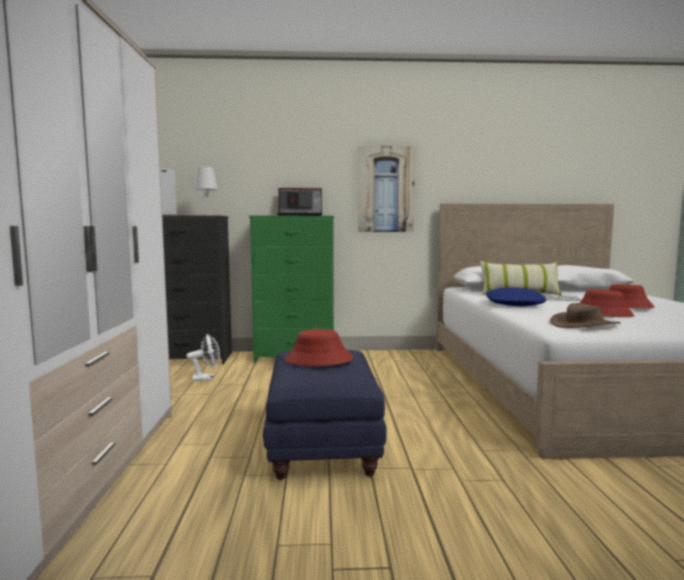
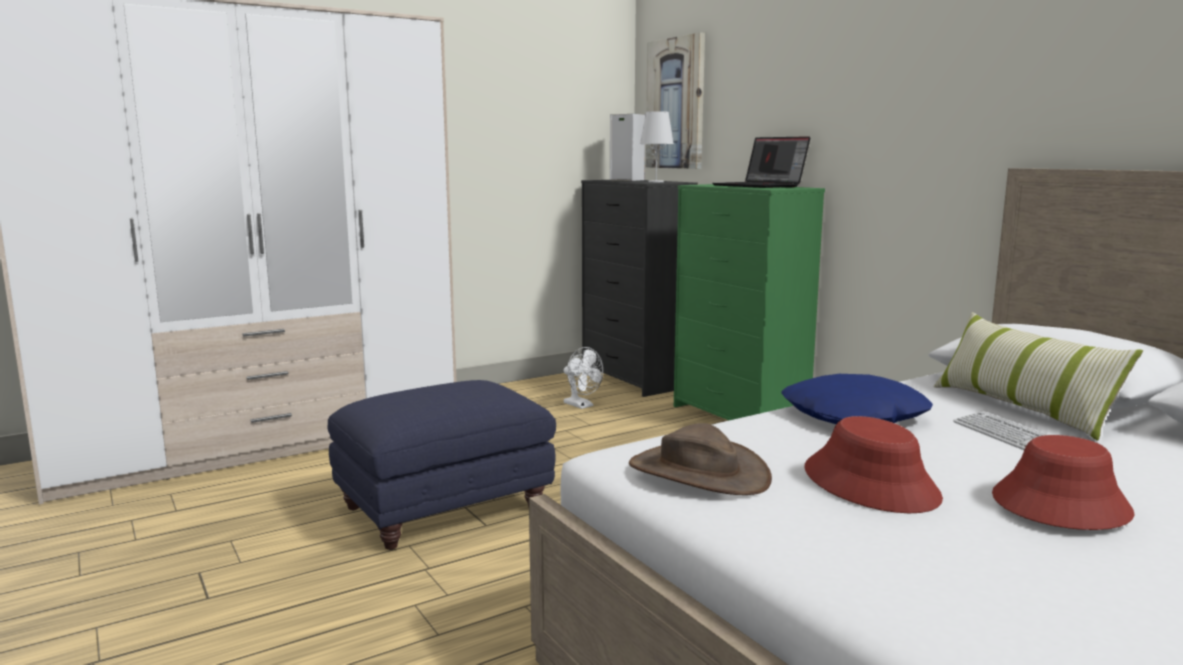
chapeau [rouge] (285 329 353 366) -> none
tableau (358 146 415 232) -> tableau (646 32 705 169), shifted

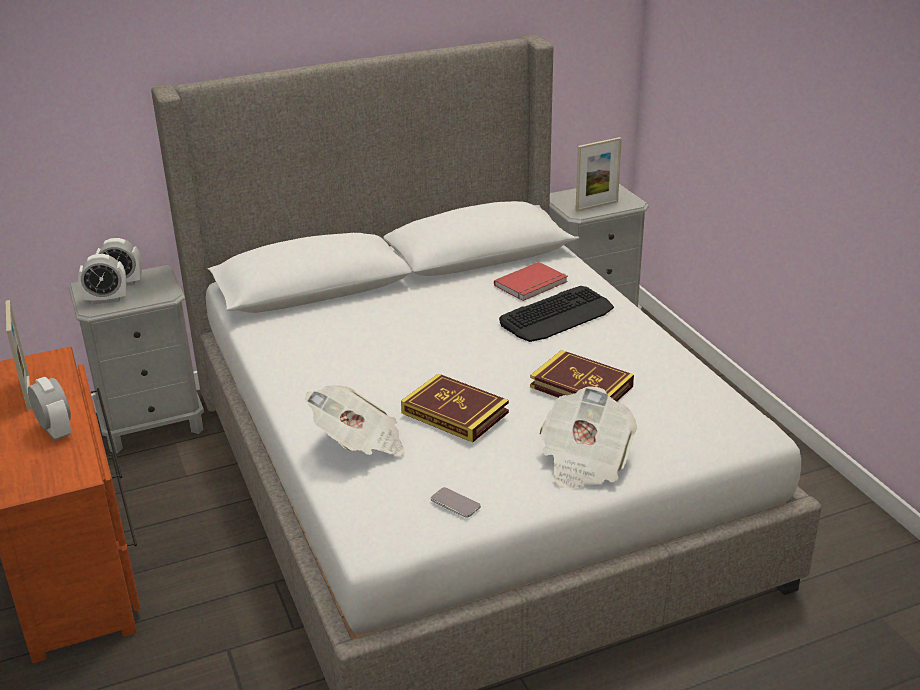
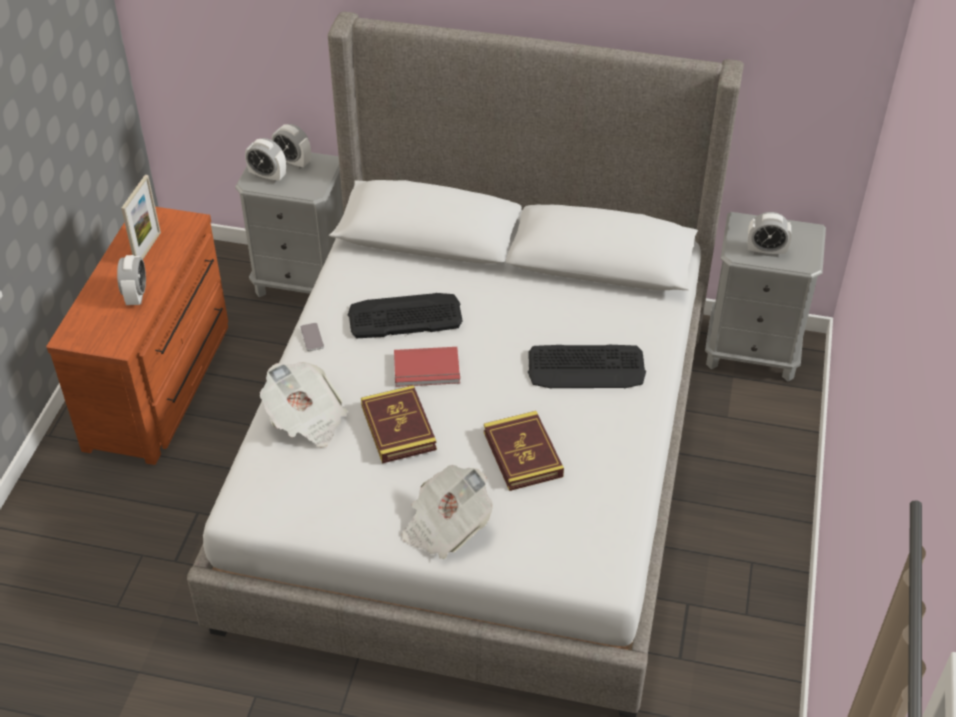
téléphone (430 487 481 518) -> téléphone (300 323 324 351), shifted
livre [rouge] (494 262 568 301) -> livre [rouge] (394 347 460 387), shifted
cadre photo (575 137 622 212) -> réveil (748 212 791 257)
none -> clavier (348 293 463 338)

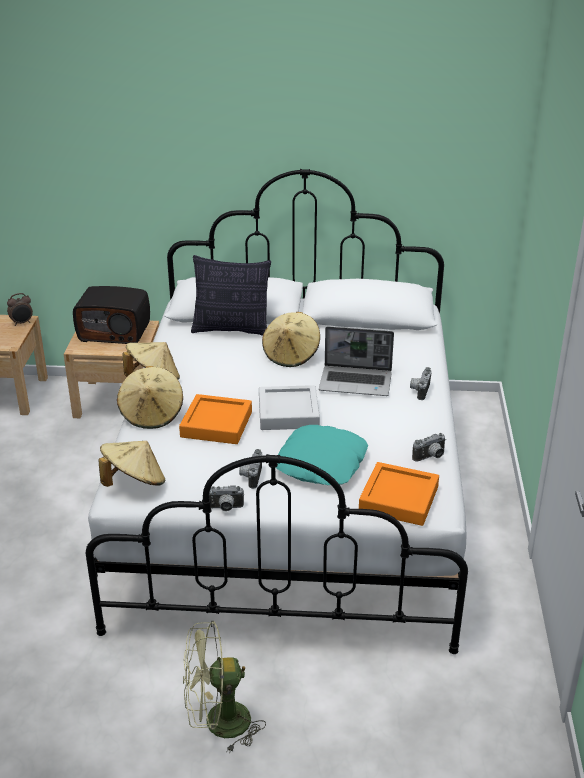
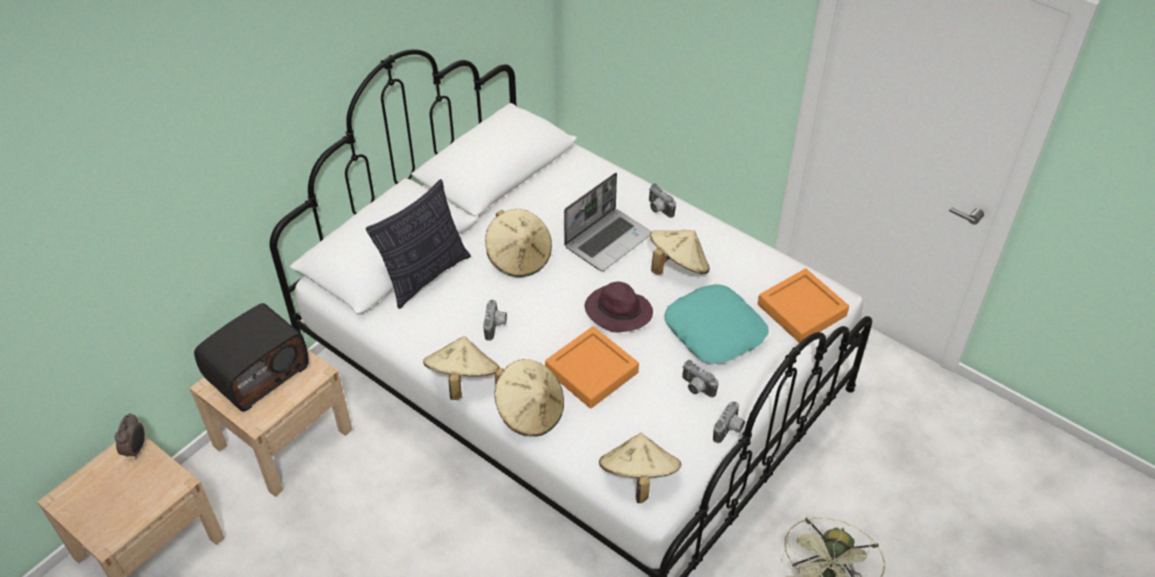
plateau [gris] (259 385 320 430) -> chapeau [violet] (585 281 653 333)
appareil photo (412 433 446 461) -> appareil photo (483 299 507 341), shifted
none -> chapeau [beige] (650 230 710 275)

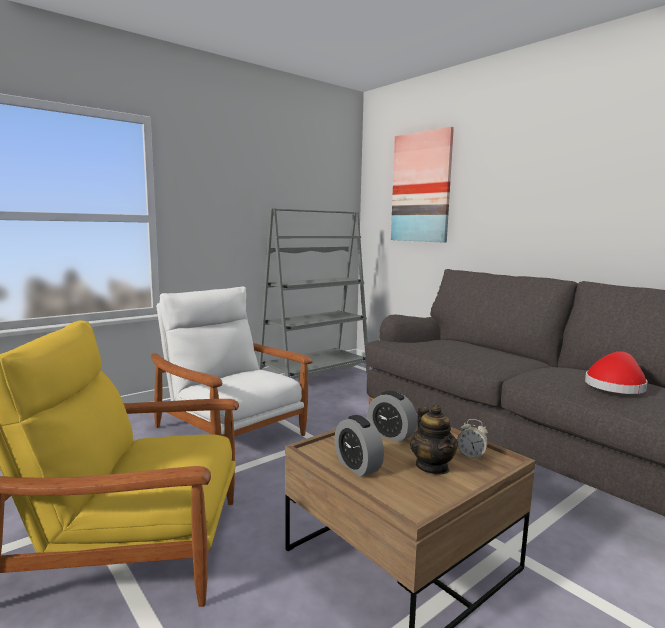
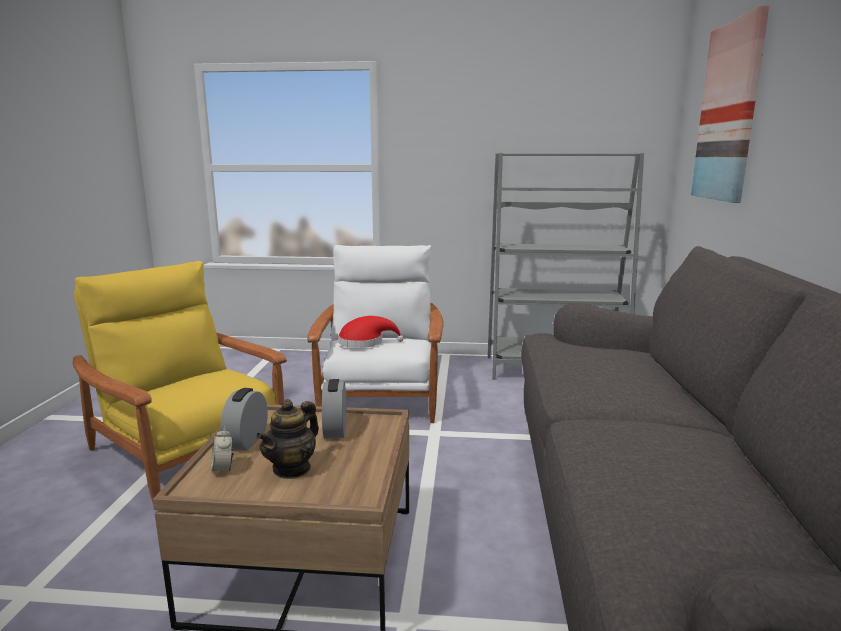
réveil (457 419 488 460) -> réveil (211 426 234 476), shifted
chapeau [rouge] (585 351 648 394) -> chapeau [rouge] (338 316 404 348), shifted

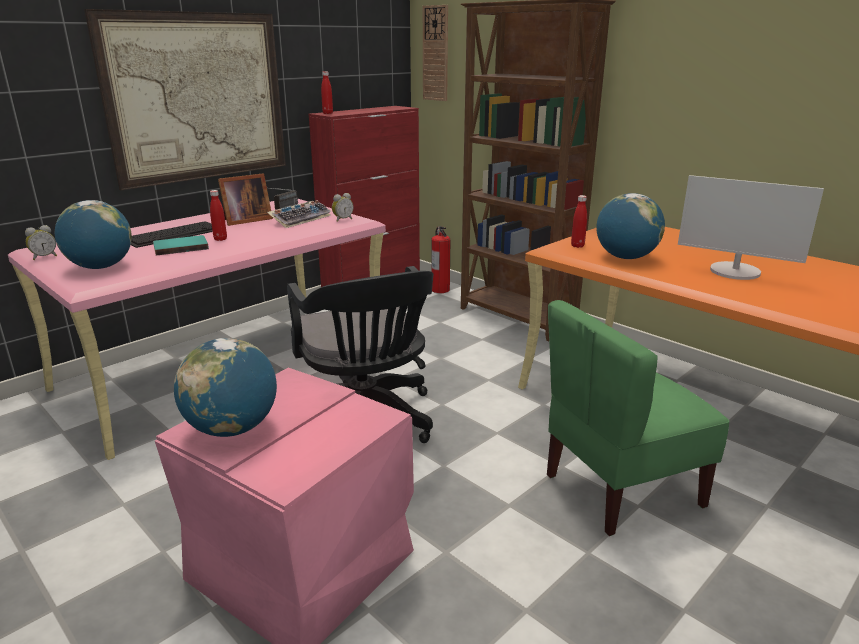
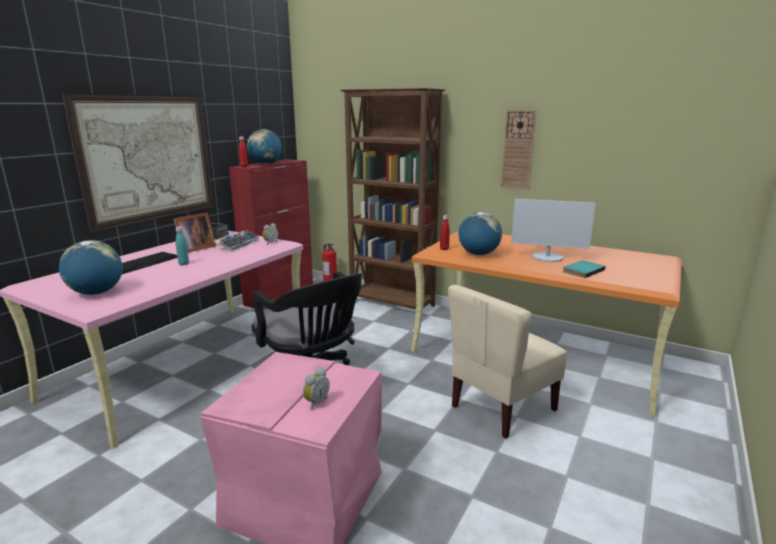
réveil (25 225 57 260) -> réveil (303 368 330 410), shifted
livre [turquoise] (153 235 209 256) -> livre [turquoise] (563 260 606 278), shifted
globe (174 338 277 437) -> globe (247 129 282 164), shifted
bouteille [rouge] (210 190 227 241) -> bouteille [turquoise] (176 227 189 265)
horloge murale (423 5 448 101) -> horloge murale (501 110 537 190), shifted
chaise [vert] (547 300 729 536) -> chaise [beige] (448 285 567 439)

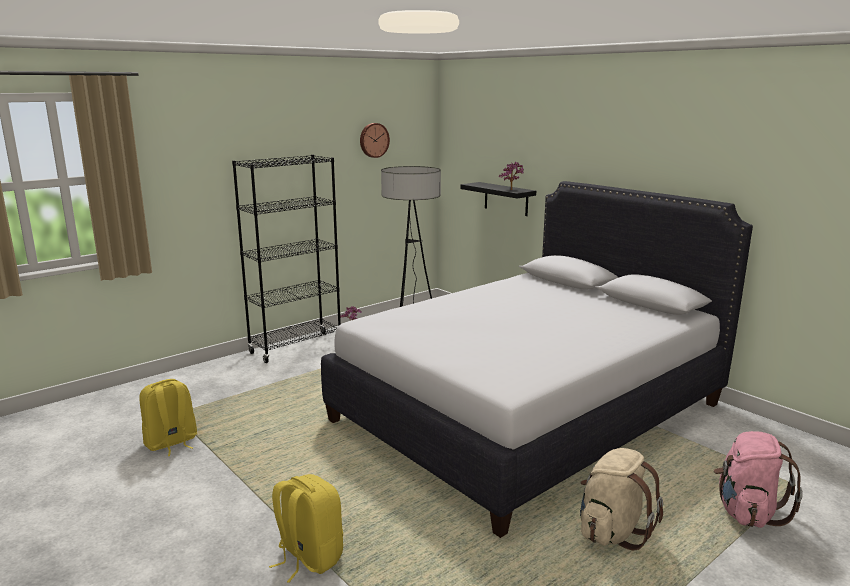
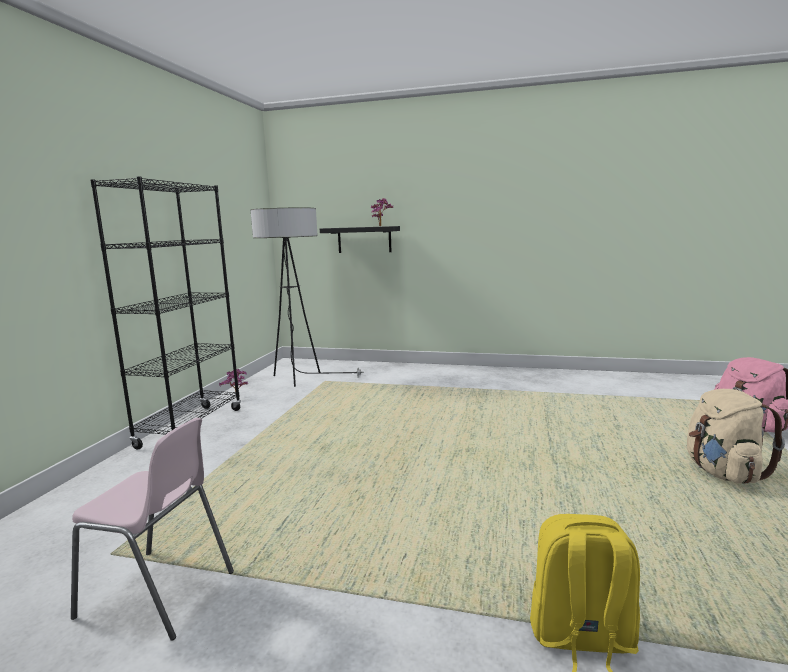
sac à dos [jaune] (139 379 197 456) -> chaise [rose] (71 418 234 641)
lit [blanc] (321 181 753 538) -> none
horloge murale (360 123 390 158) -> none

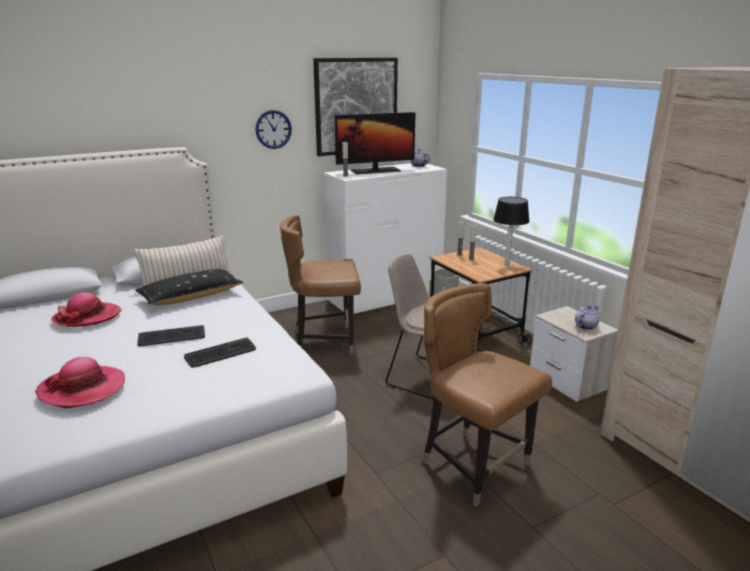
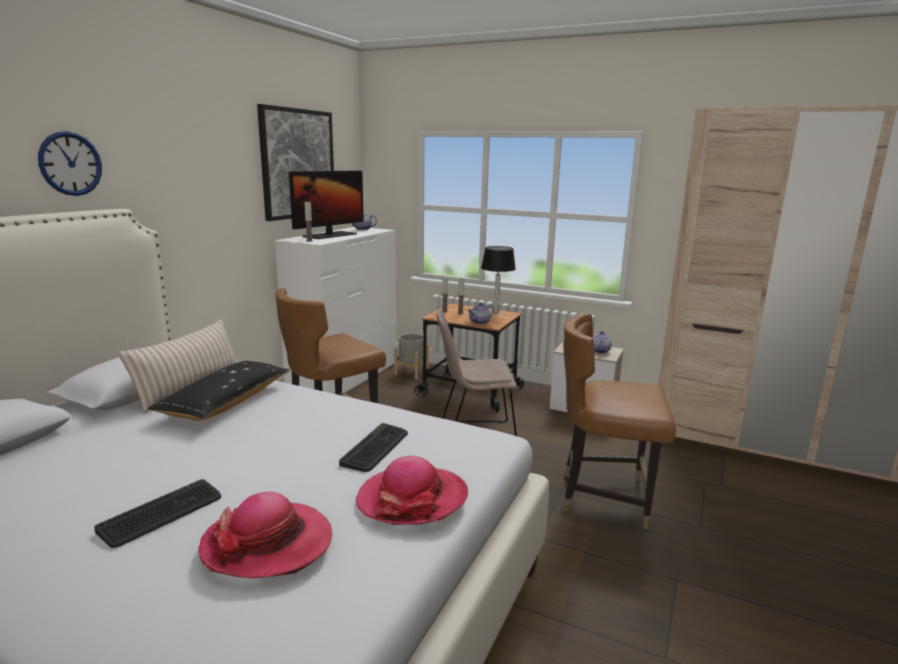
chapeau (51 292 121 327) -> chapeau (356 456 468 525), shifted
clavier (137 325 205 346) -> clavier (94 479 221 548), shifted
horloge murale (255 110 292 149) -> horloge murale (38 131 102 196), shifted
none -> théière (467 302 494 324)

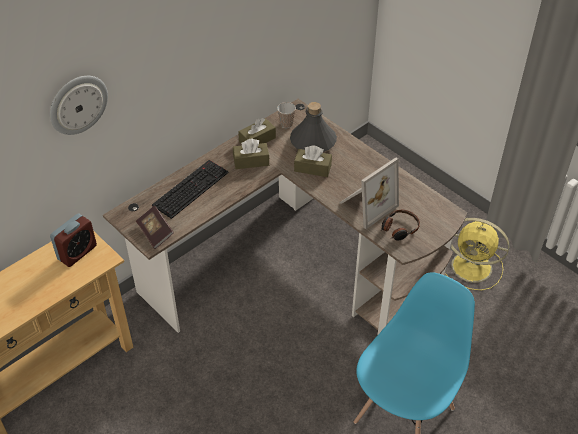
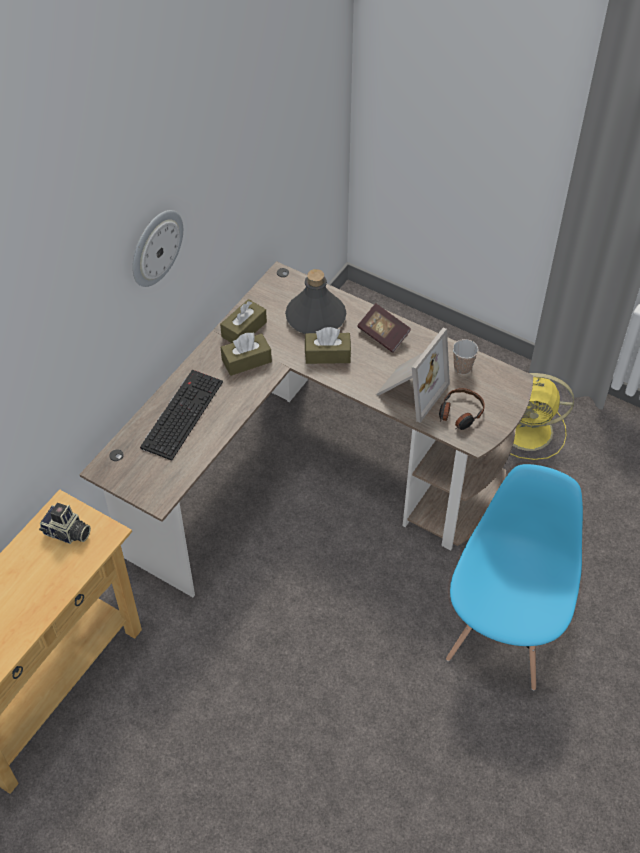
horloge murale (50 76 108 135) -> horloge murale (132 210 183 287), shifted
réveil (50 213 97 267) -> appareil photo (39 503 91 544)
livre (136 205 174 249) -> livre (357 303 411 353), shifted
tasse (277 102 296 128) -> tasse (453 339 479 374), shifted

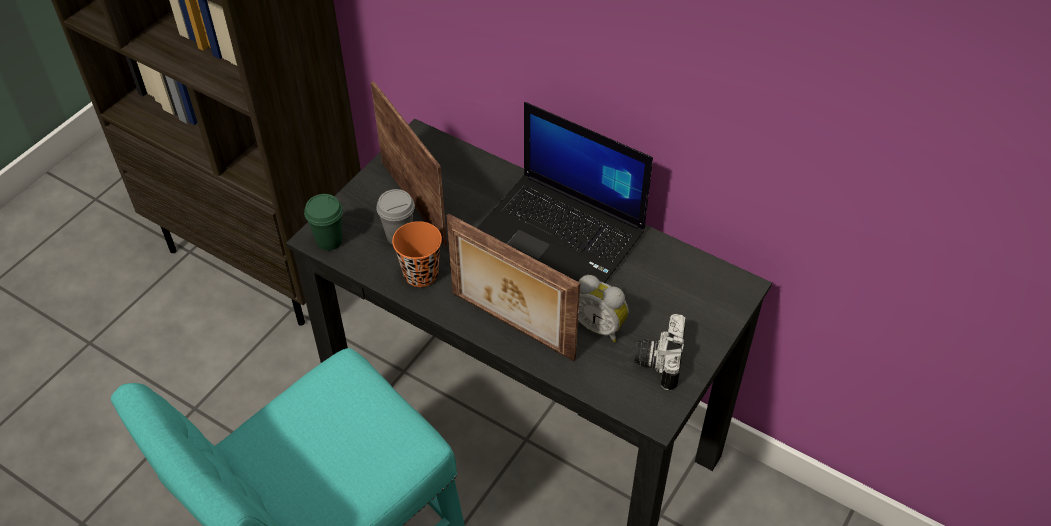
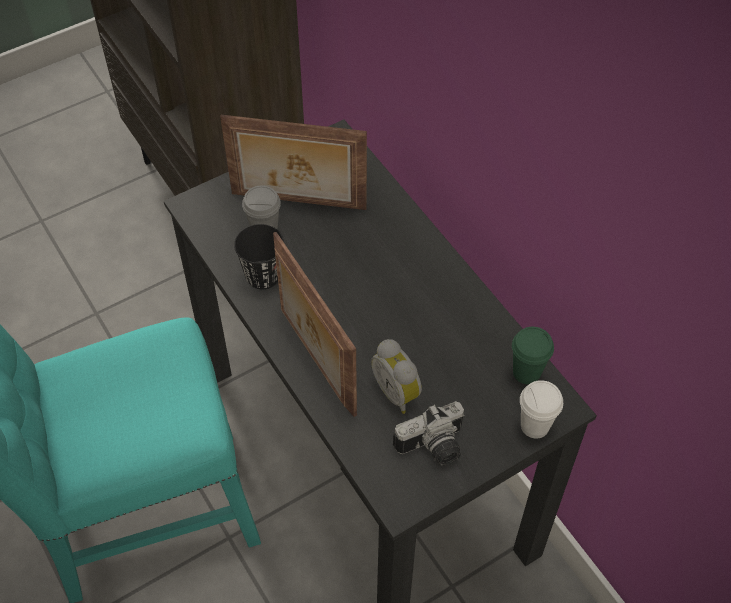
tasse [vert] (304 194 343 251) -> tasse [vert] (512 327 554 384), shifted
cadre photo (371 81 447 247) -> cadre photo (220 115 367 210), 105 degrees clockwise
tasse [orange] (392 221 442 287) -> tasse [noir] (234 224 284 289)
ordinateur portable (477 102 653 283) -> none
appareil photo (634 314 686 391) -> appareil photo (393 401 465 466), 150 degrees counterclockwise
none -> tasse [blanc] (520 380 563 439)

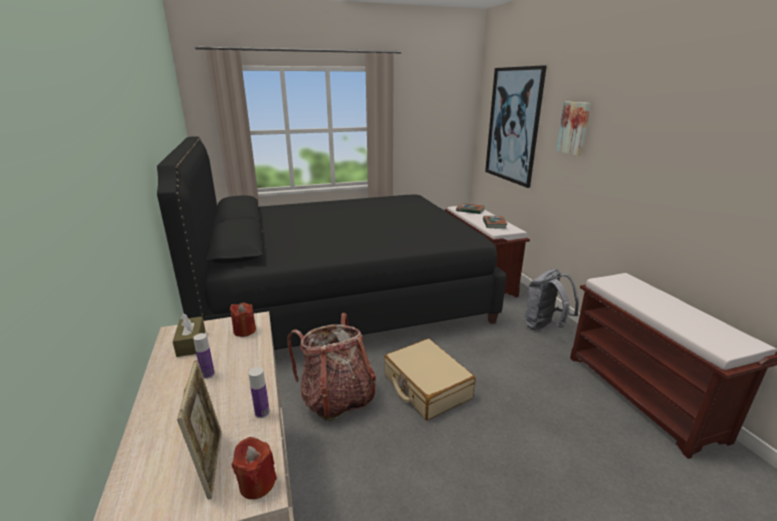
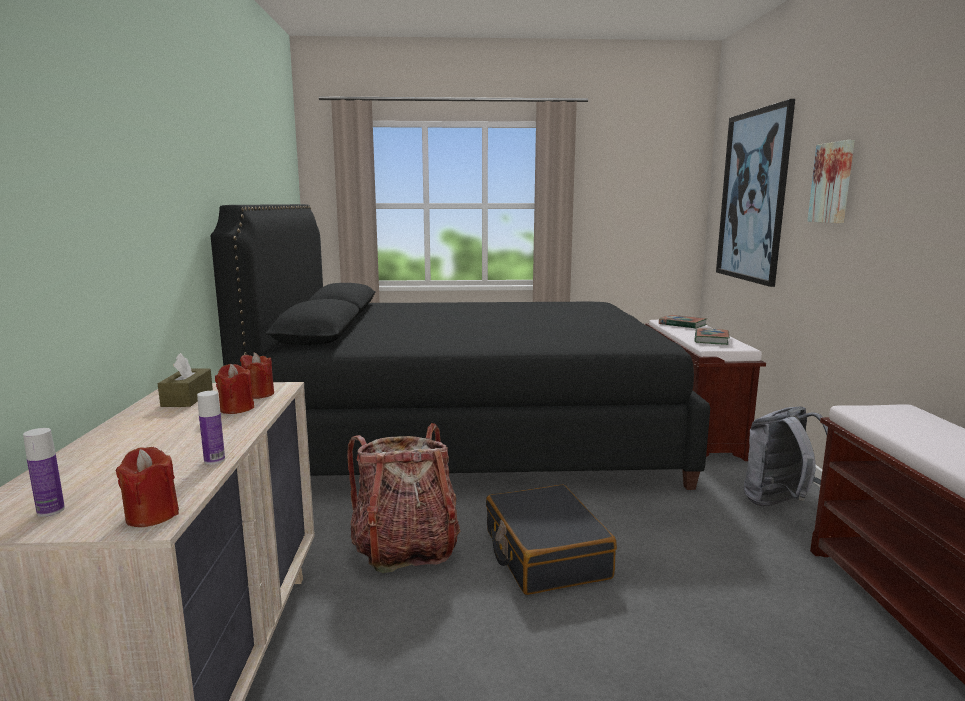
cadre photo (177 360 222 500) -> none
bouteille (193 333 215 379) -> bouteille (23 428 65 517), shifted
valise [beige] (384 339 476 420) -> valise [noir] (486 484 617 595)
none -> bougie [rouge] (215 364 254 414)

